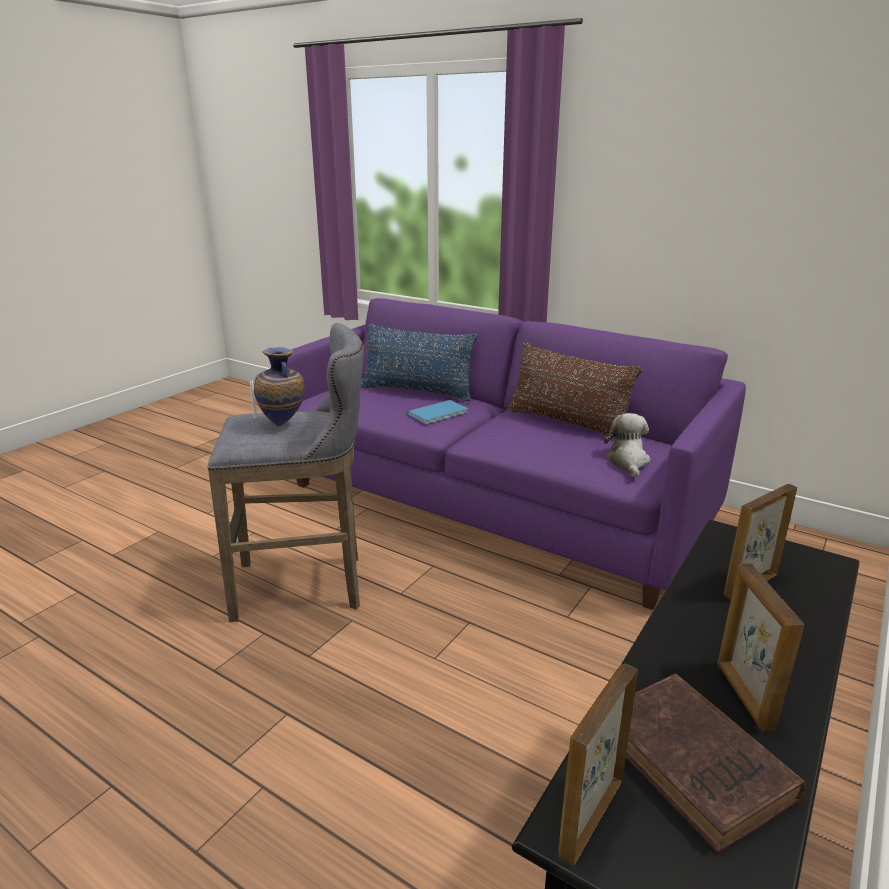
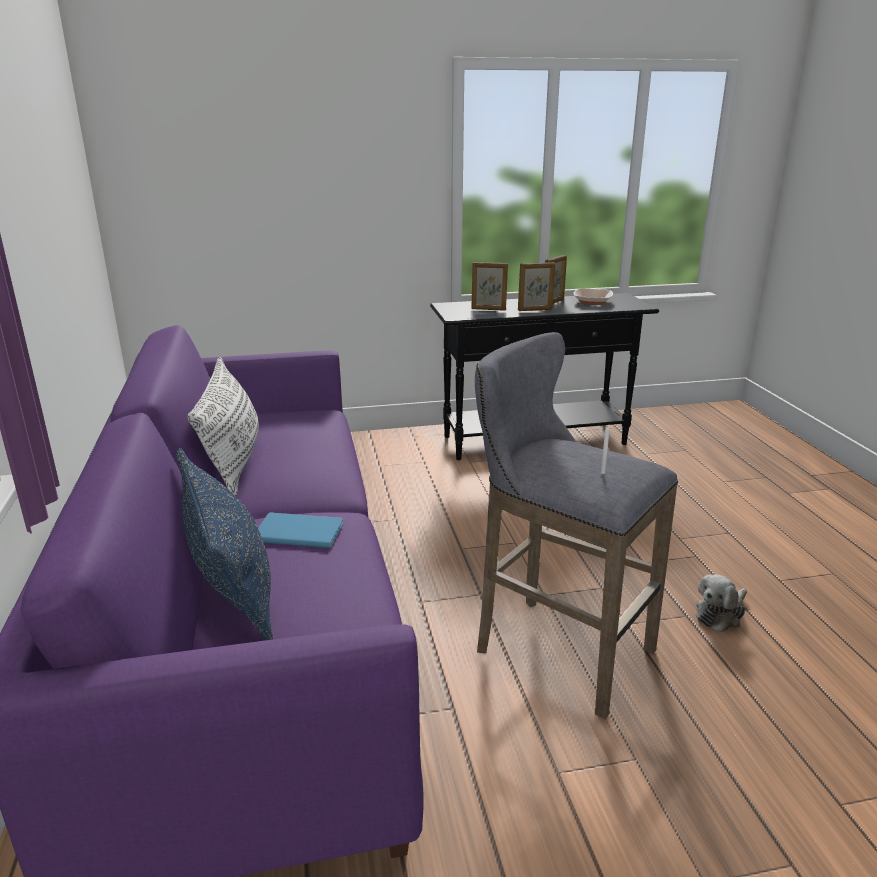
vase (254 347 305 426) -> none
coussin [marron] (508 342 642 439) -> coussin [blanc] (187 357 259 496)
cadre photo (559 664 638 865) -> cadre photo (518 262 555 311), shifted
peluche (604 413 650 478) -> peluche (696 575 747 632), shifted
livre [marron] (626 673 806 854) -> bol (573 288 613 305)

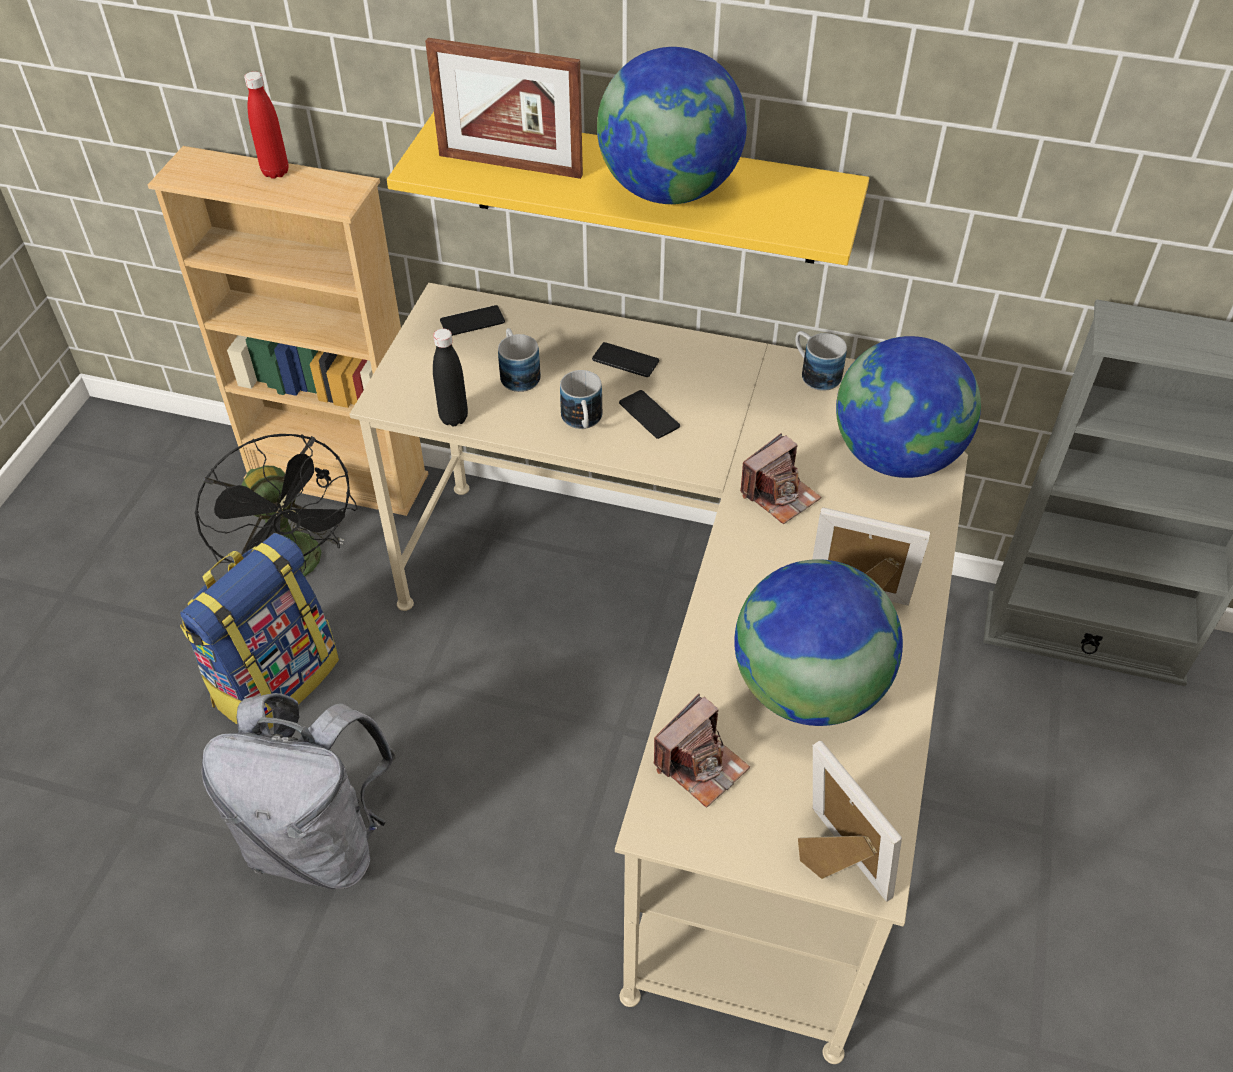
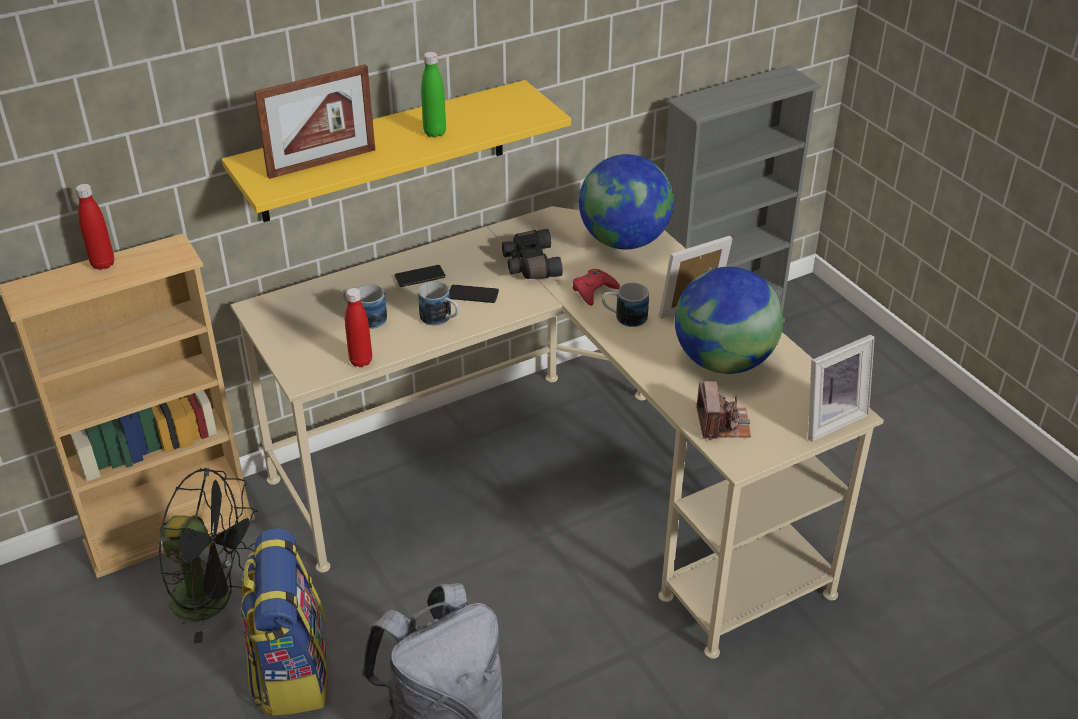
bouteille [noir] (433 328 468 426) -> bouteille [rouge] (345 288 372 367)
téléphone (440 305 505 336) -> none
globe (597 47 747 204) -> bouteille [vert] (421 52 446 138)
appareil photo (740 433 821 524) -> manette [rouge] (572 269 620 306)
mug (795 331 847 391) -> mug (602 283 649 327), shifted
cadre photo (798 741 902 902) -> cadre photo (808 334 875 441), 135 degrees clockwise
none -> jumelles [noir] (502 229 563 279)

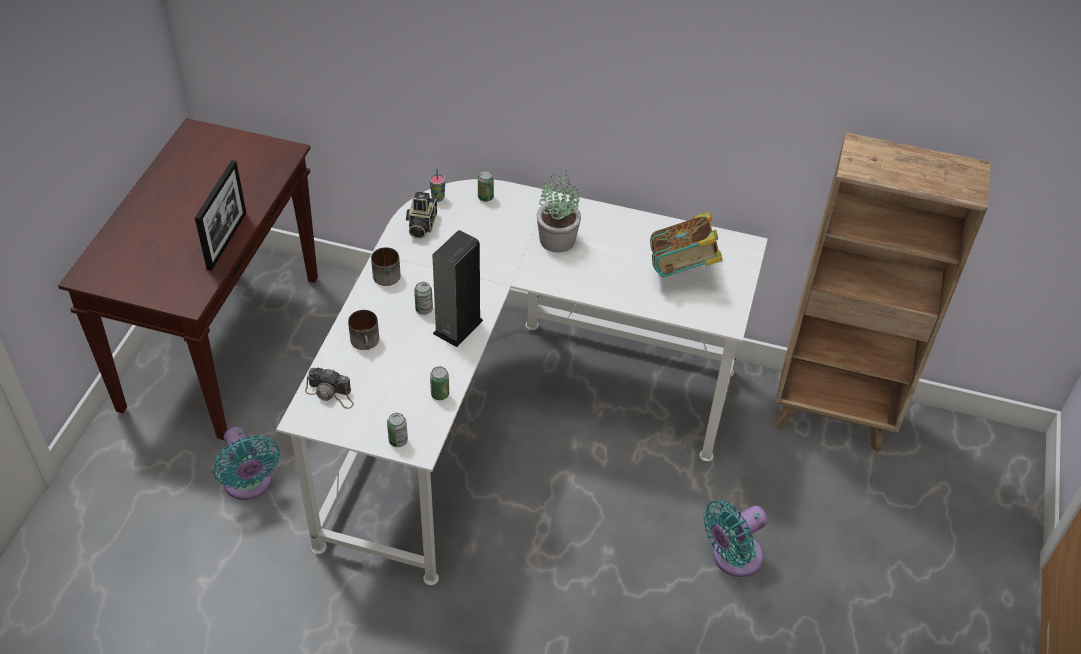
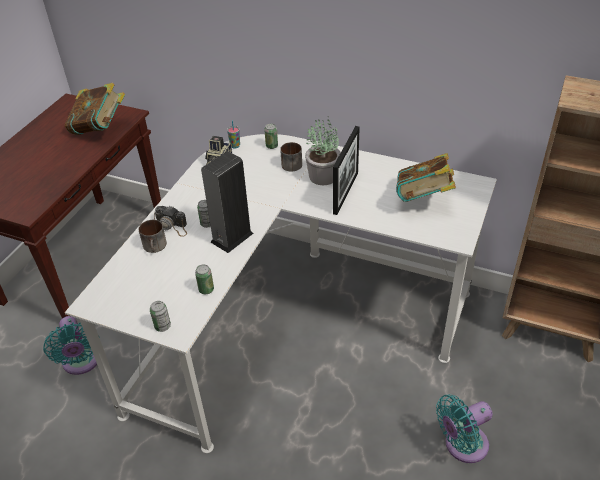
cadre photo (195 160 246 271) -> cadre photo (333 126 360 215), shifted
appareil photo (305 368 354 409) -> appareil photo (154 206 187 237), shifted
mug (371 247 401 286) -> mug (280 142 302 172), shifted
none -> livre (65 83 125 135)

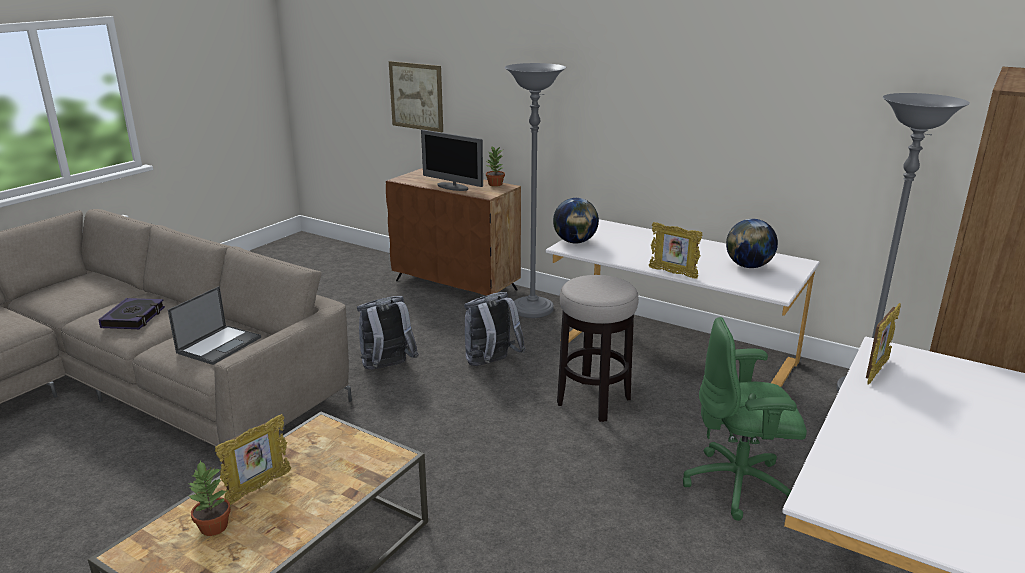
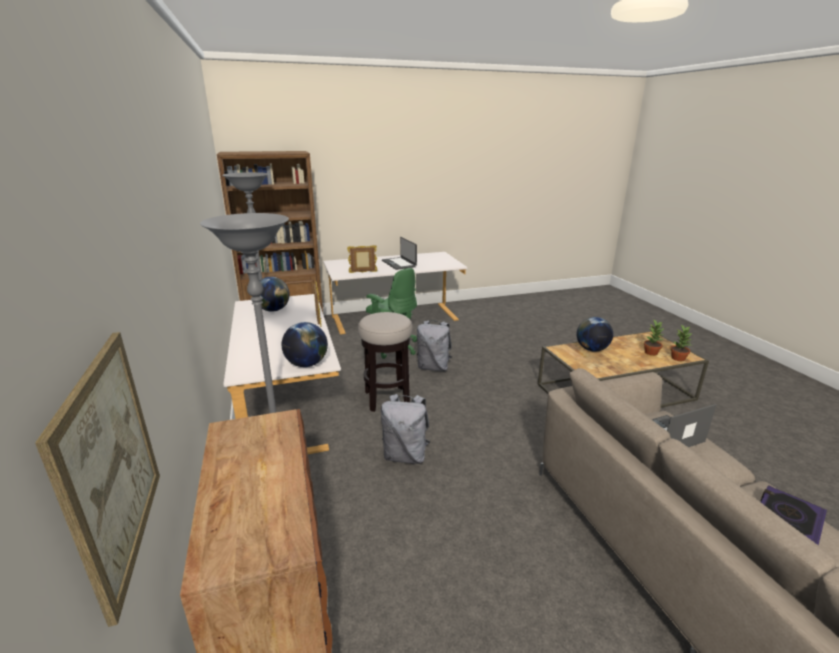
cadre photo (215 414 291 505) -> none
sac à dos [gris] (357 296 419 370) -> sac à dos [gris] (417 320 452 371), shifted
écran d'ordinateur (421 130 483 191) -> none
plante en pot (485 147 505 187) -> plante en pot (670 325 692 361), shifted
none -> ordinateur portable (382 237 417 270)
none -> globe (577 317 613 352)

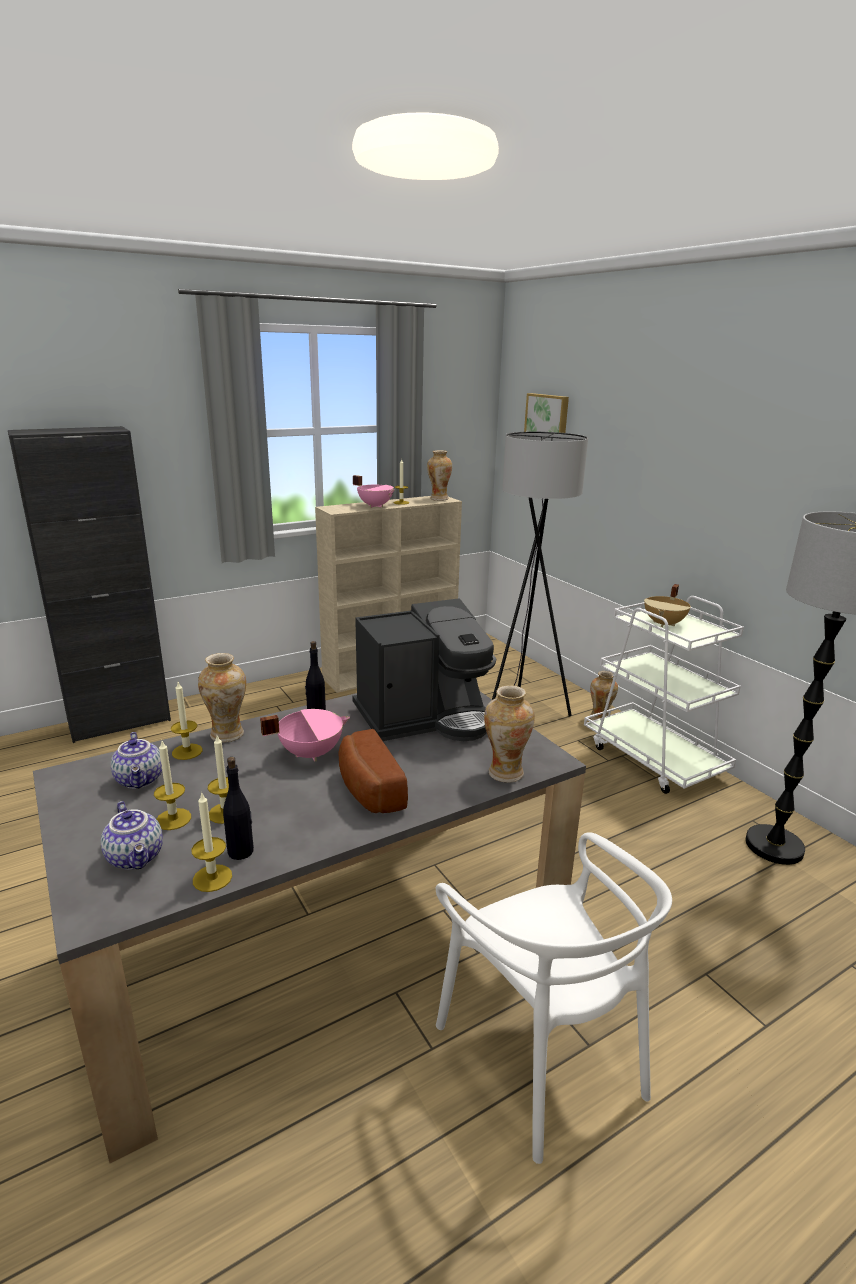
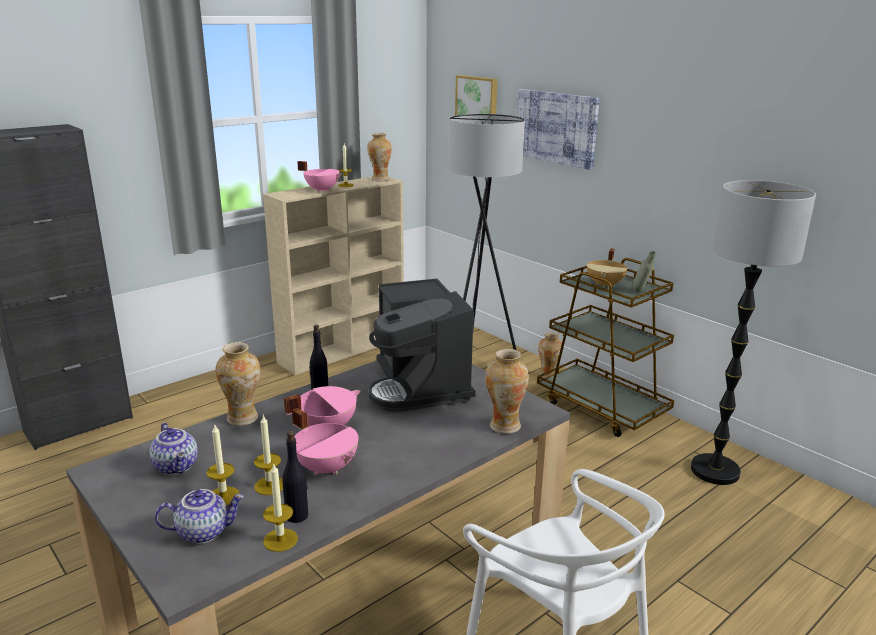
théière (101 801 163 870) -> théière (155 489 244 544), 60 degrees counterclockwise
bougie (171 682 202 760) -> none
pain (338 729 408 813) -> none
machine à café (353 598 496 741) -> machine à café (369 279 476 412), 105 degrees clockwise
chariot [blanc] (584 596 744 794) -> chariot [marron] (537 258 674 437)
none -> marmite [rose] (292 408 359 475)
none -> tableau (517 89 600 170)
none -> bouteille [gris] (632 251 656 292)

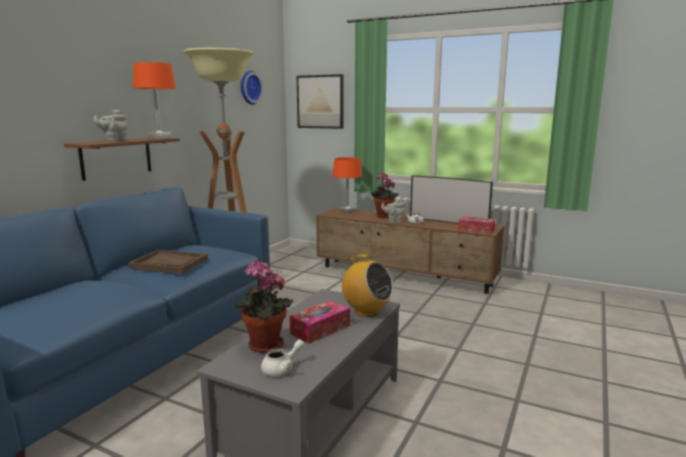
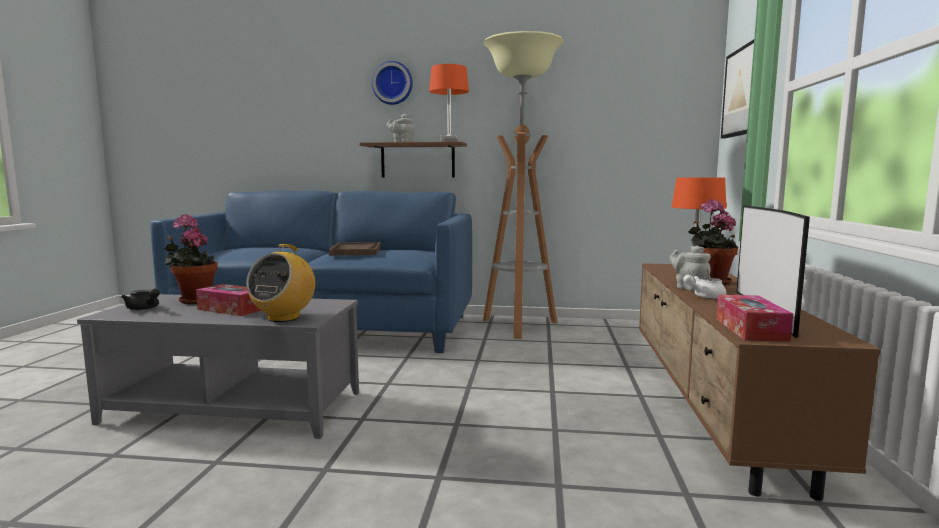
horloge murale (240 71 263 105) -> horloge murale (372 61 413 105), shifted
théière [blanc] (261 340 304 376) -> théière [noir] (121 289 160 310)

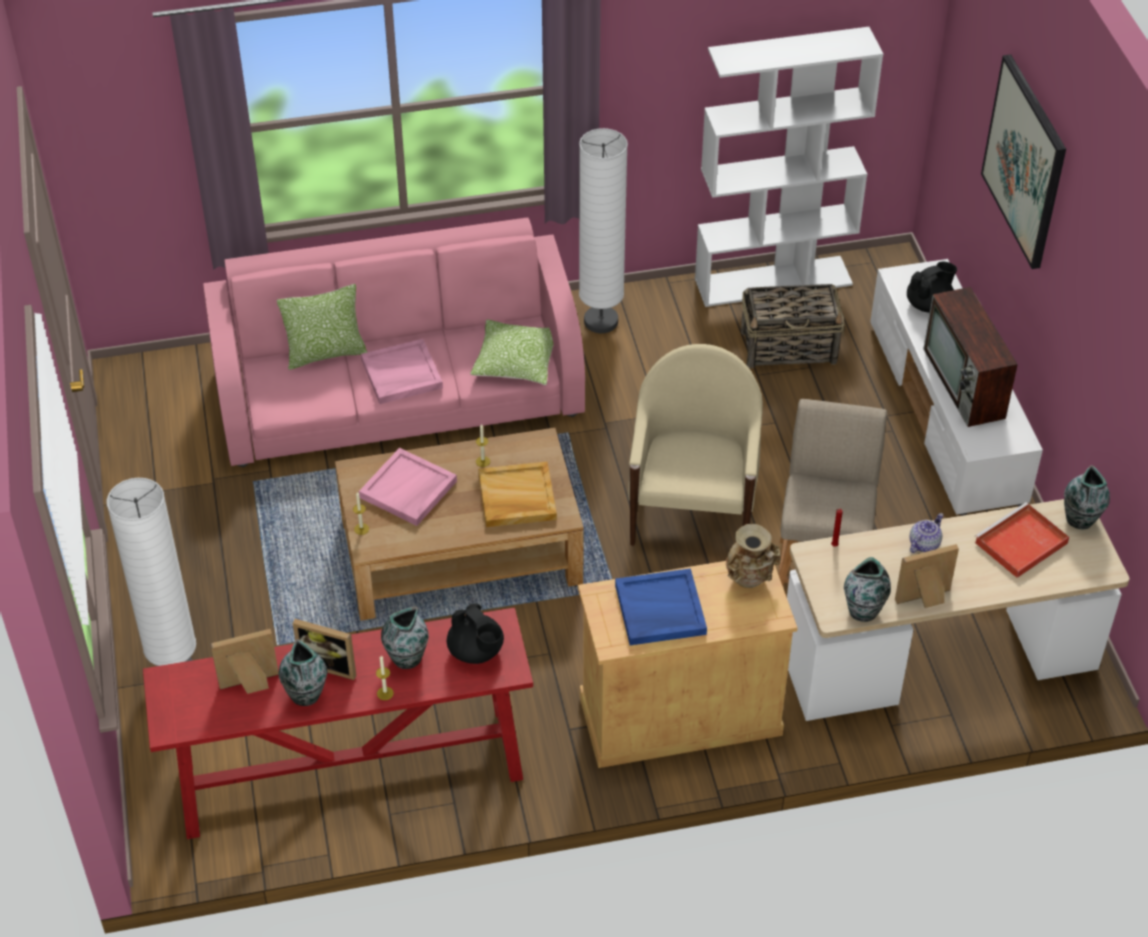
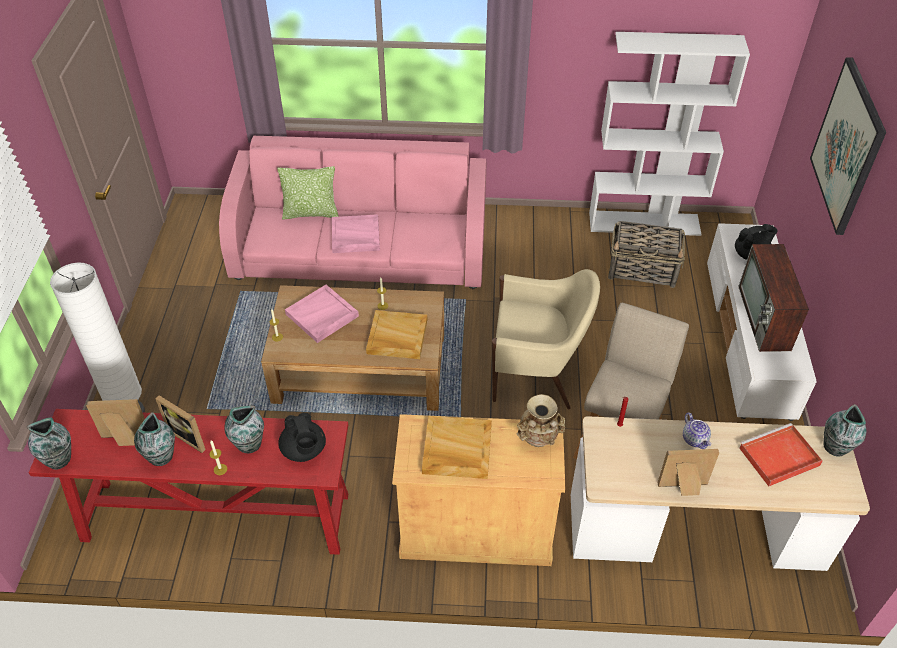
coussin (470 320 553 385) -> none
lampadaire [blanc] (579 128 628 333) -> none
plateau [bleu] (615 568 707 645) -> plateau [beige] (422 416 492 479)
fauteuil [beige] (628 344 763 546) -> fauteuil [beige] (492 269 600 409), 75 degrees clockwise
vase (844 557 891 622) -> vase (26 417 71 469), shifted
théière (910 513 943 553) -> théière (683 413 711 449), 105 degrees clockwise

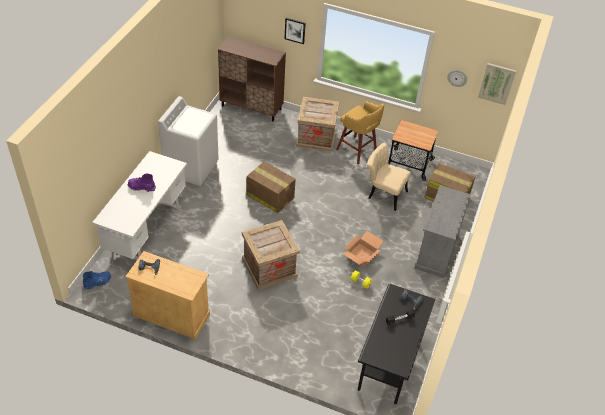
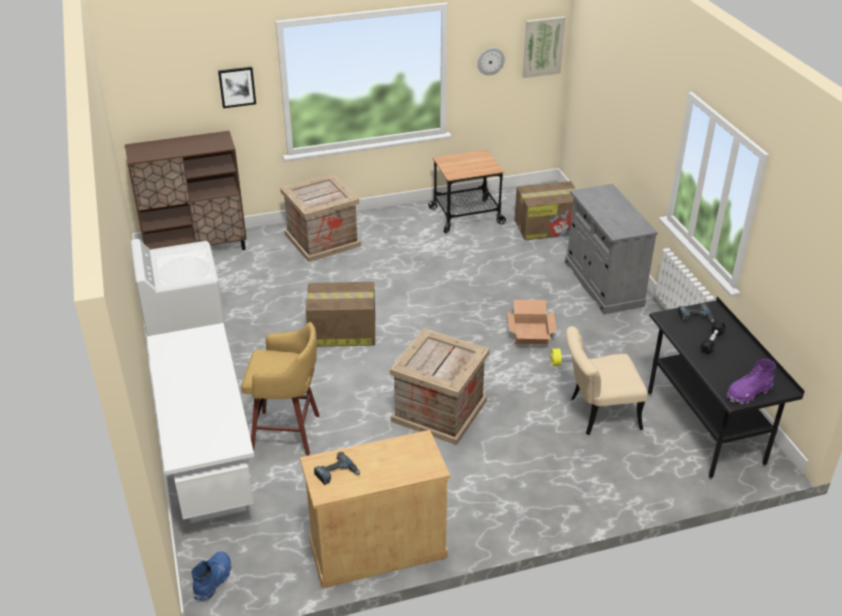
botte [violet] (128 174 156 192) -> botte [violet] (727 359 776 404), shifted
tabouret [jaune] (336 101 384 164) -> tabouret [jaune] (241 322 319 456), shifted
chaise [beige] (367 143 411 211) -> chaise [beige] (566 326 647 435), shifted

